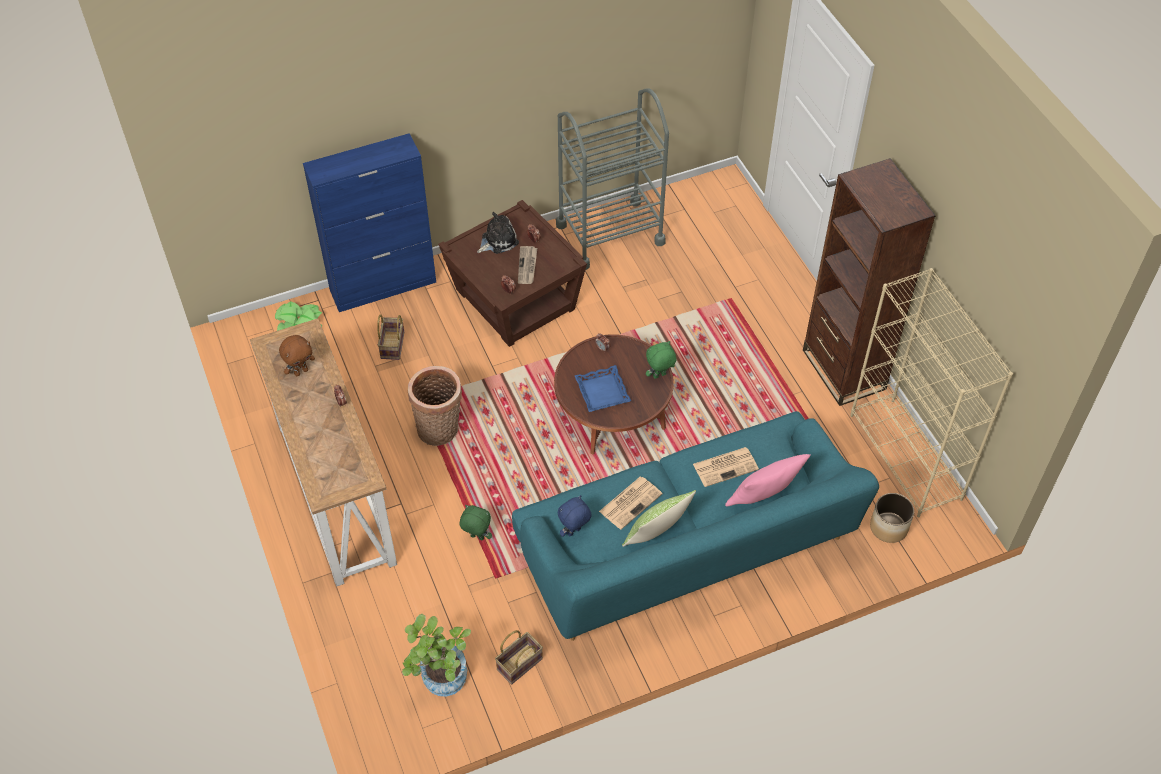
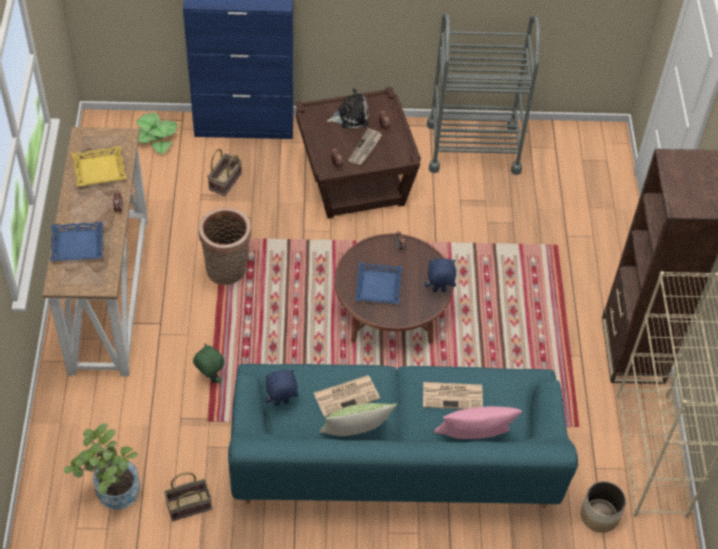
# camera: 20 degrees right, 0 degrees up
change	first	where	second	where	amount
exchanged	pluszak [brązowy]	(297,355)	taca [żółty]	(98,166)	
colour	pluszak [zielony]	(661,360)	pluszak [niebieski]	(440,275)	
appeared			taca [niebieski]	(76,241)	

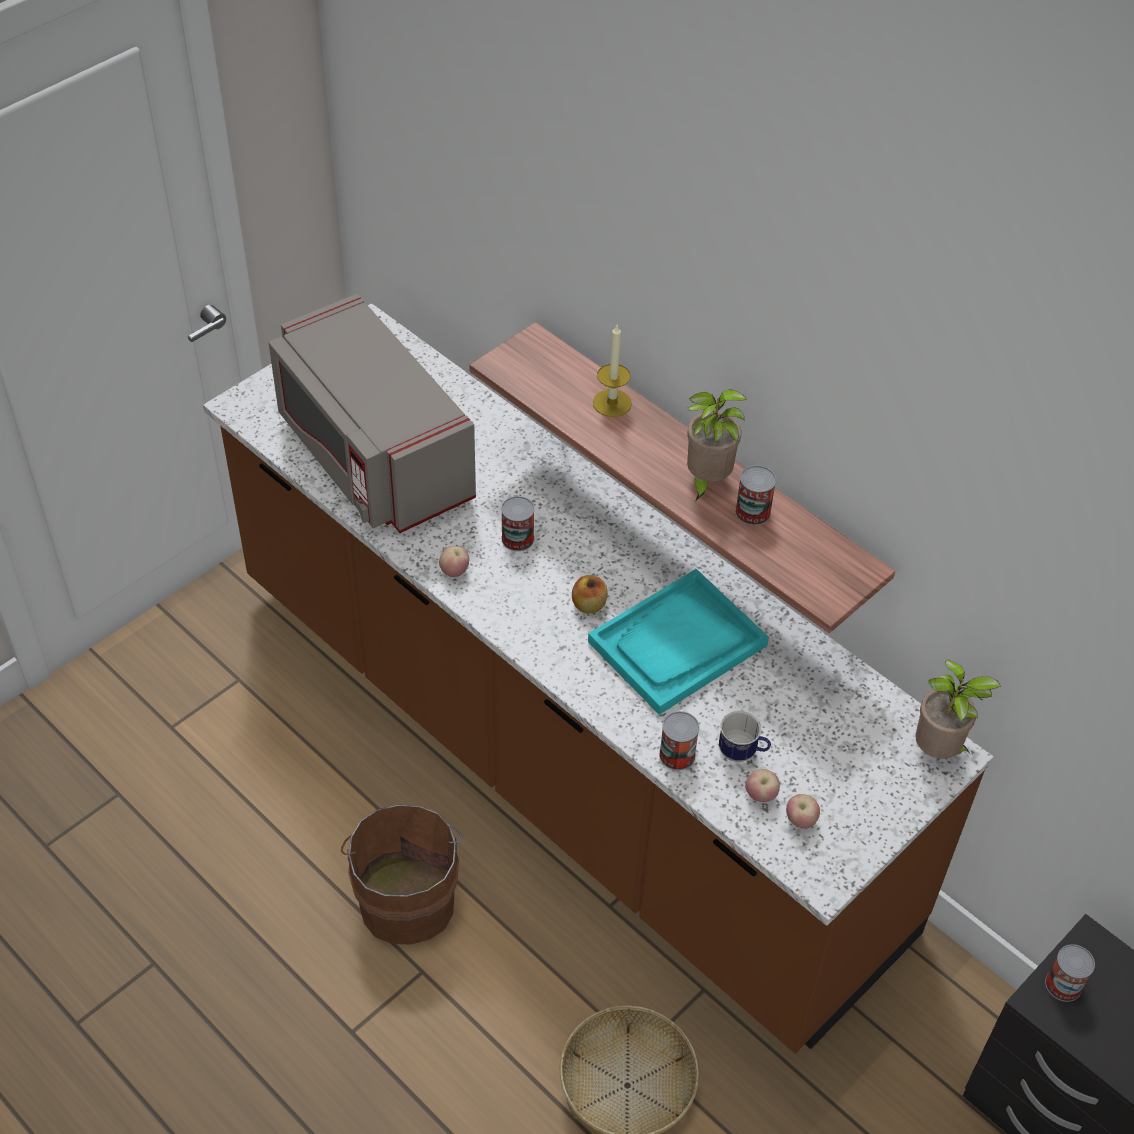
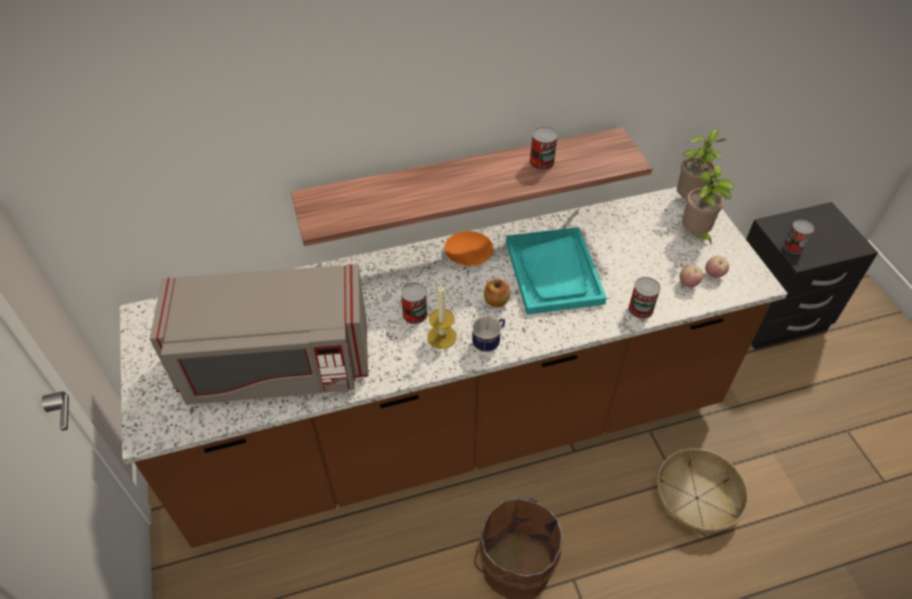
# camera: 60 degrees left, 0 degrees up
change	first	where	second	where	amount
missing	jabłko	(454,561)			
relocated	świeca	(612,371)		(442,317)	
relocated	roślina doniczkowa	(717,445)		(708,205)	
relocated	kubek	(745,736)		(488,334)	
appeared			talerz [pomarańczowy]	(468,248)	

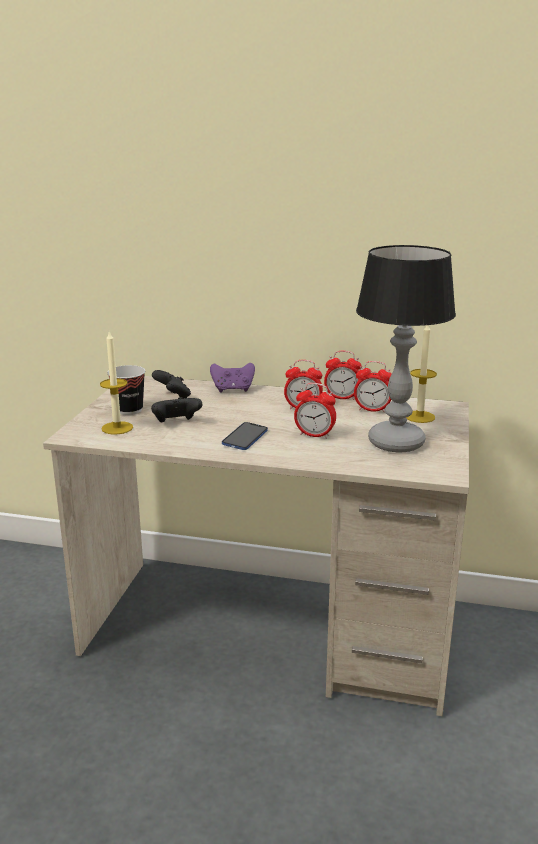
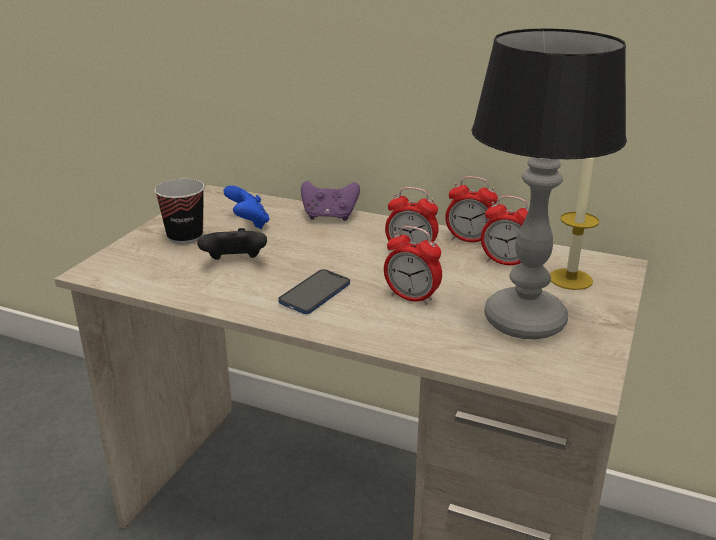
# camera: 10 degrees right, 5 degrees up
change	first	where	second	where	amount
missing	świeca	(116,383)			
colour	pad do gier [czarny]	(171,384)	pad do gier [niebieski]	(246,207)	

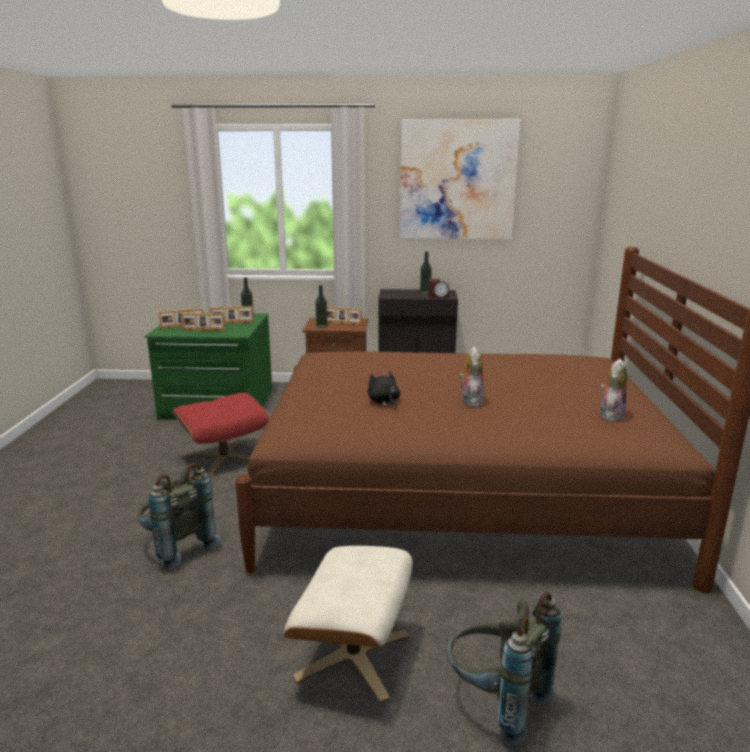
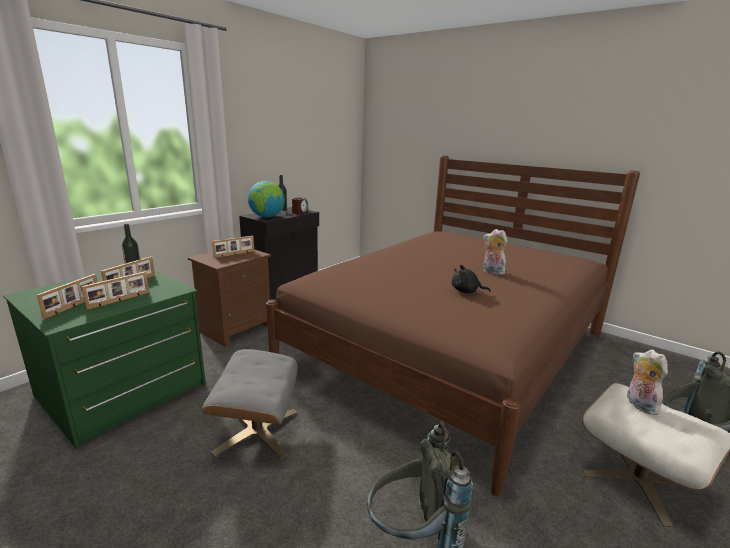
# camera: 55 degrees left, 0 degrees up
change	first	where	second	where	amount
colour	pufa [czerwony]	(220,435)	pufa [szary]	(250,404)	
missing	butelka	(321,306)			
missing	obraz	(460,179)			
relocated	pluszak	(613,390)		(647,382)	
appeared			globus	(266,199)	

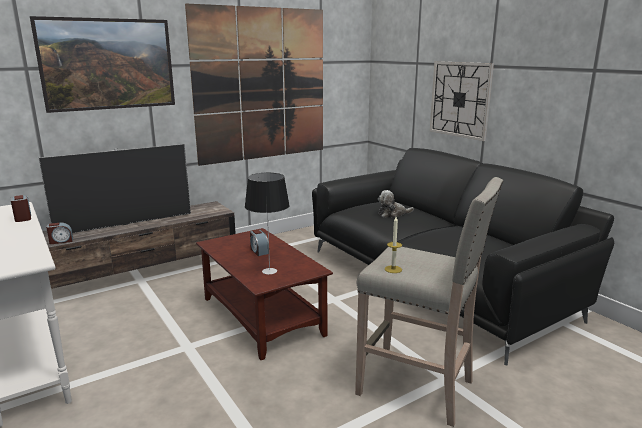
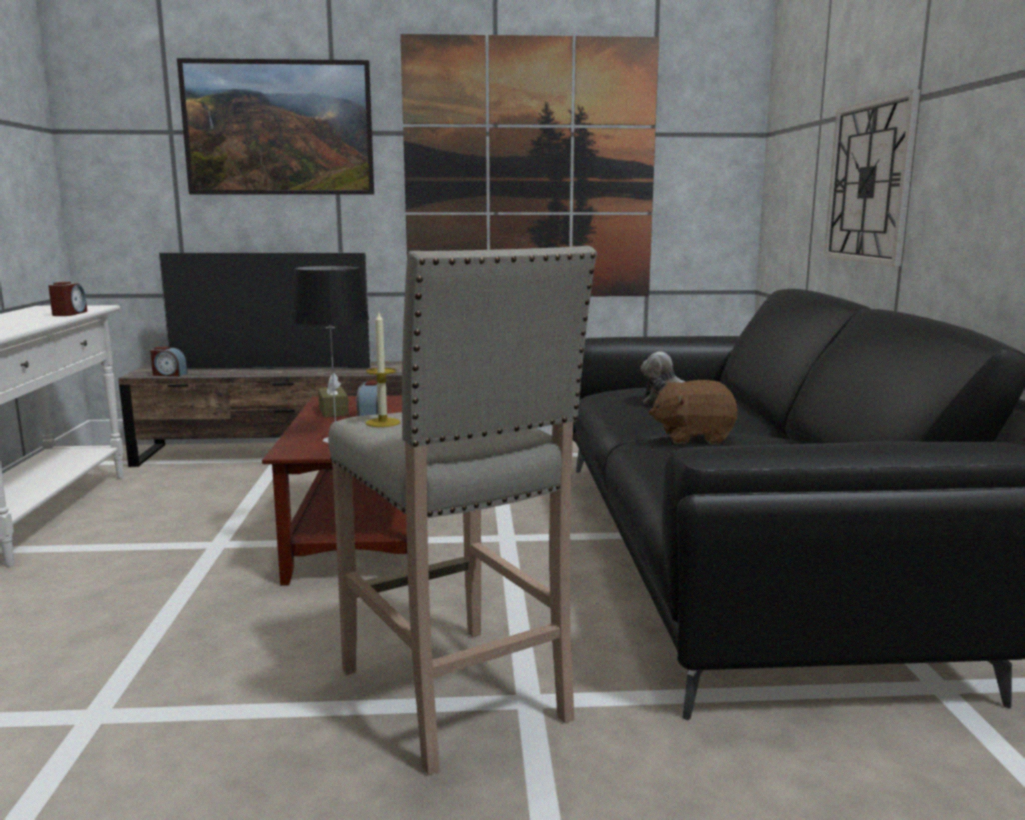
# camera: 30 degrees right, 5 degrees down
change	first	where	second	where	amount
appeared			pudełko chusteczek [brązowy]	(333,396)	
appeared			pluszak [brązowy]	(693,412)	

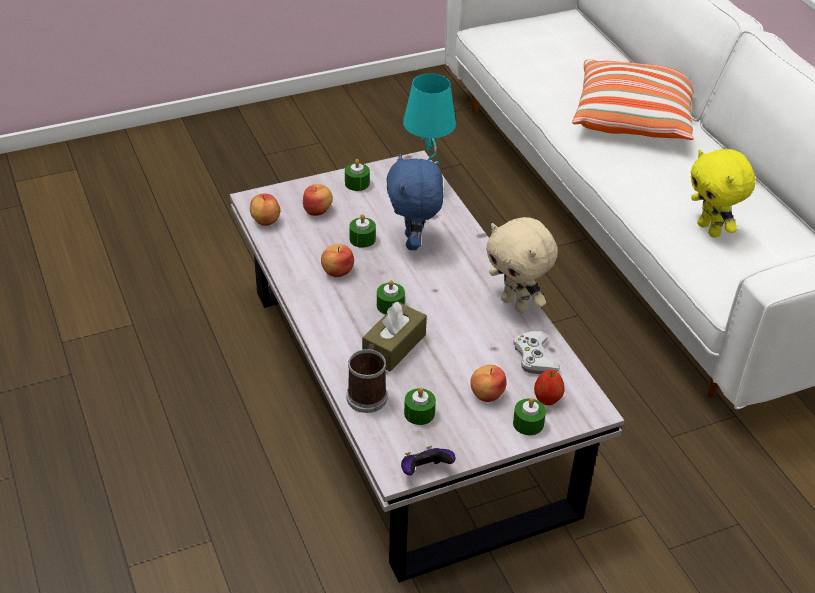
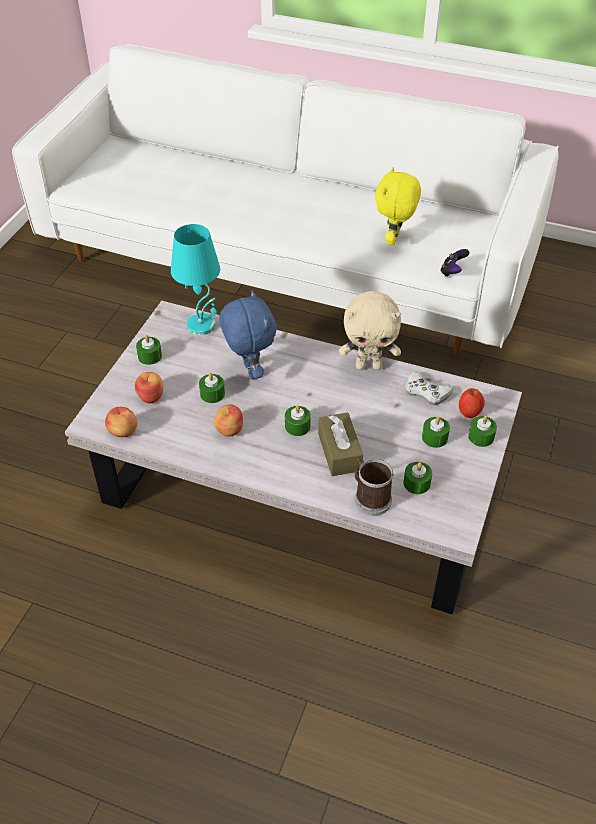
# camera: 45 degrees left, 5 degrees up
change	first	where	second	where	amount
spun	pluszak [niebieski]	(415,201)		(248,335)	150 degrees counterclockwise
relocated	pad do gier	(428,461)		(454,263)	
exchanged	jabłko	(488,383)	świeca [zielony]	(436,432)	
missing	poduszka	(633,99)			
spun	pluszak [żółty]	(723,193)		(398,206)	90 degrees clockwise

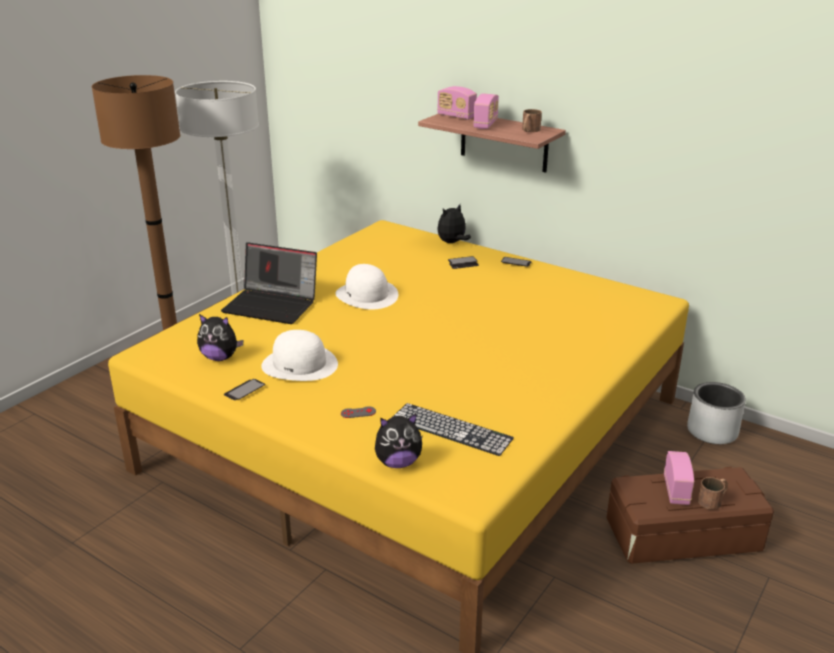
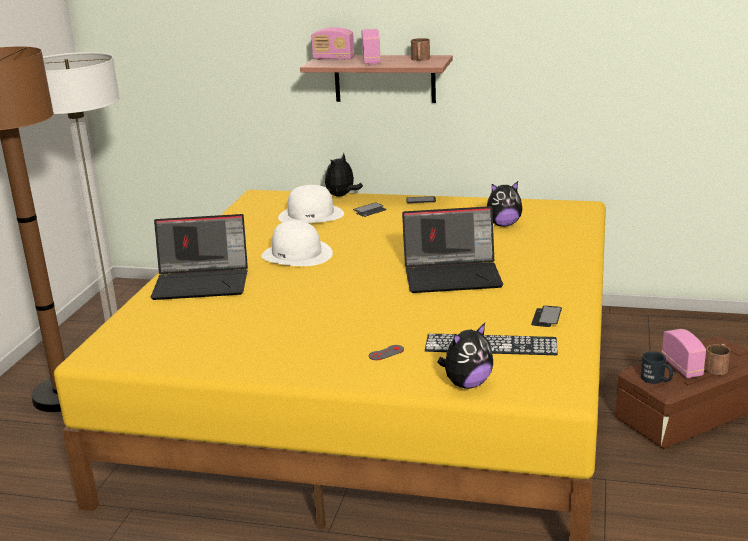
# camera: 20 degrees left, 5 degrees down
change	first	where	second	where	amount
relocated	pluszak	(220,337)		(504,204)	
relocated	telefon	(244,389)		(546,316)	
relocated	kapelusz [biały]	(299,355)		(311,204)	
missing	donica [szary]	(716,413)			
appeared			laptop	(452,249)	
appeared			kubek [czarny]	(657,367)	

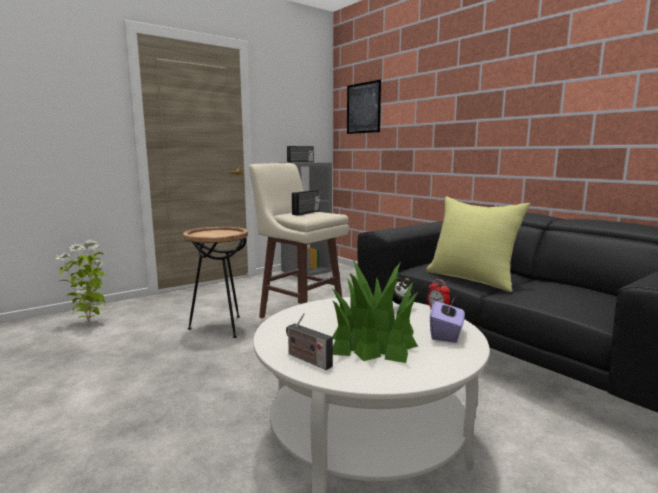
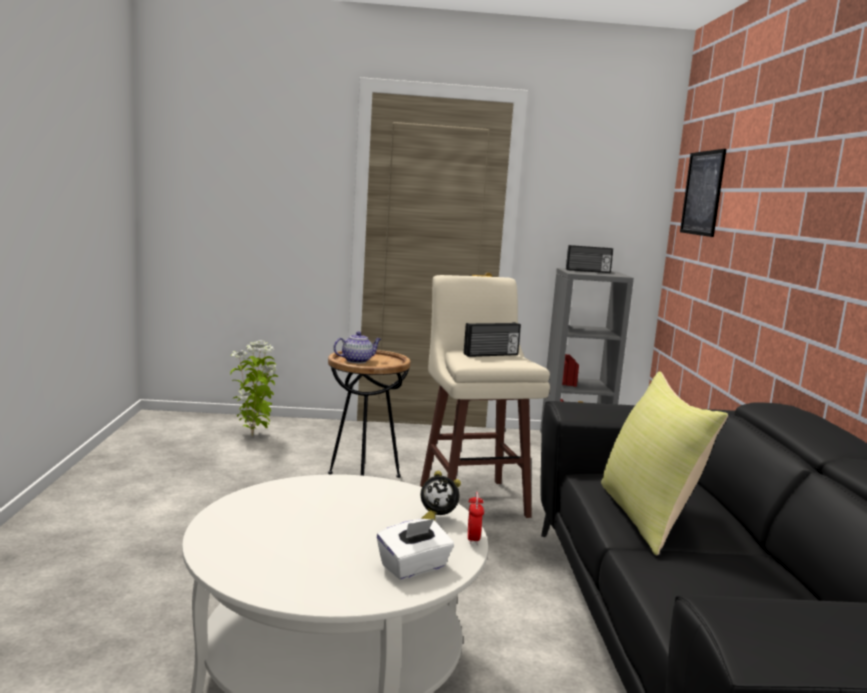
# camera: 35 degrees right, 0 degrees up
change	first	where	second	where	amount
missing	radio	(309,341)			
missing	roślina doniczkowa	(375,311)			
colour	pudełko chusteczek [fioletowy]	(447,320)	pudełko chusteczek [biały]	(415,549)	
appeared			imbryk	(357,347)	

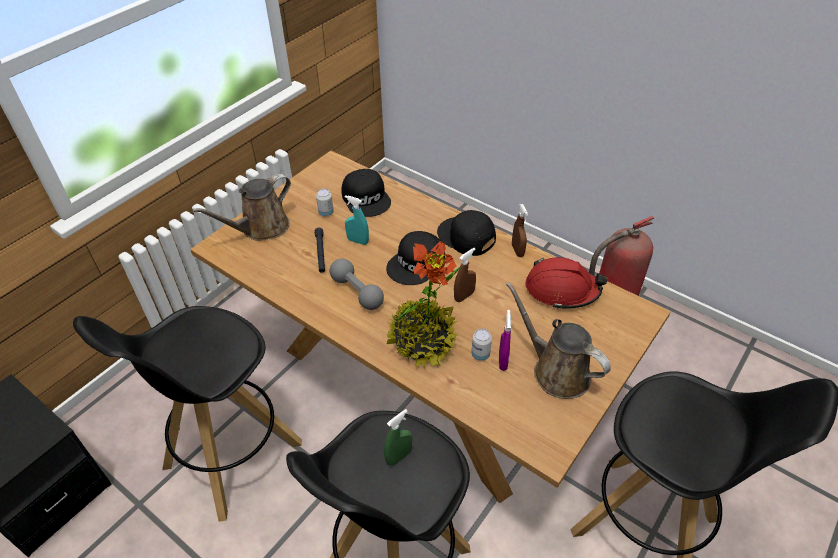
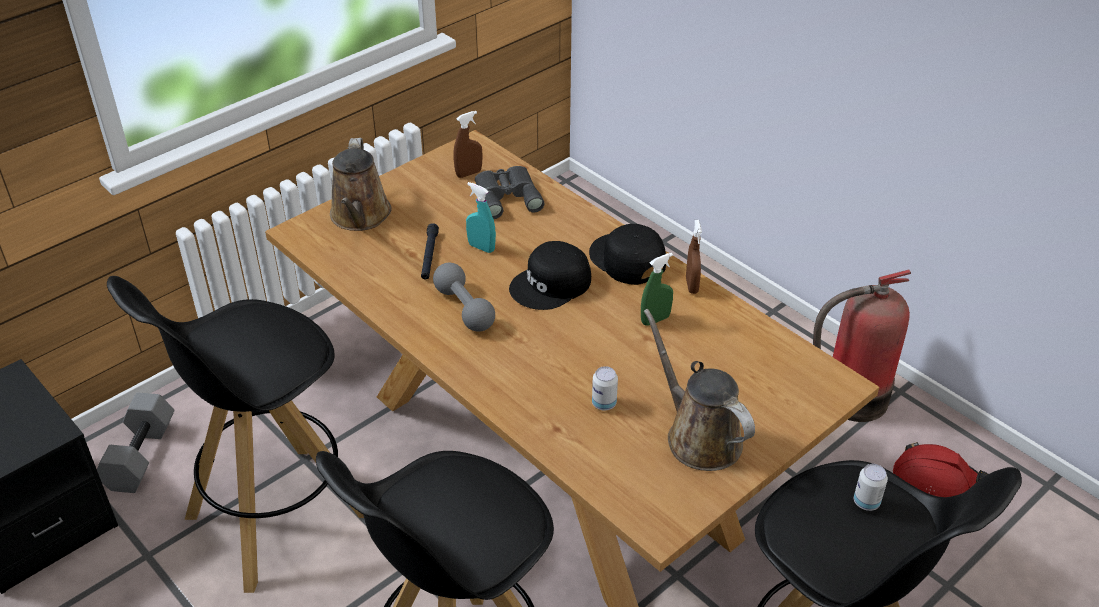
# camera: 10 degrees right, 5 degrees down
change	first	where	second	where	amount
spun	konewka [brązowy]	(241,207)		(361,184)	60 degrees counterclockwise
relocated	puszka	(325,203)		(871,487)	
exchanged	czapka z daszkiem [czarny]	(366,193)	lornetka [szary]	(510,192)	
relocated	spryskiwacz [zielony]	(398,437)		(657,289)	
missing	roślina doniczkowa	(424,304)			
relocated	spryskiwacz [brązowy]	(465,275)		(468,144)	
missing	spryskiwacz [fioletowy]	(505,340)			
relocated	kask [czerwony]	(566,283)		(940,469)	
appeared			hantel [szary]	(136,442)	

